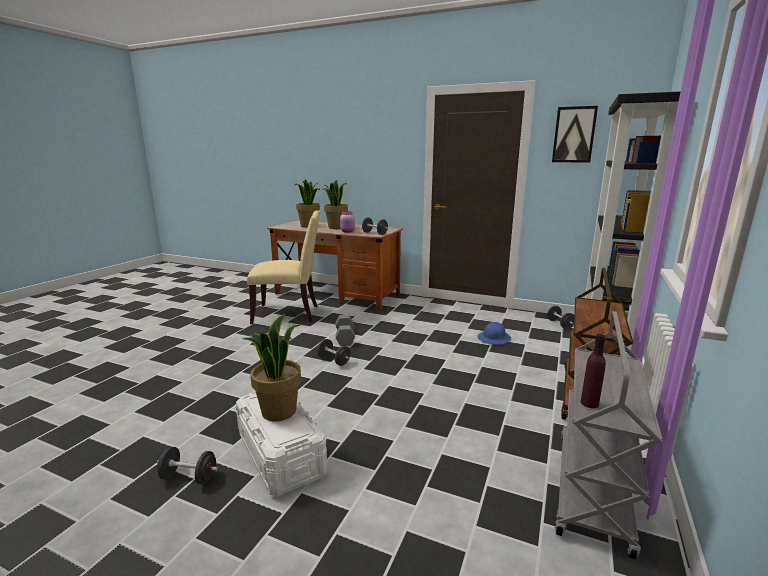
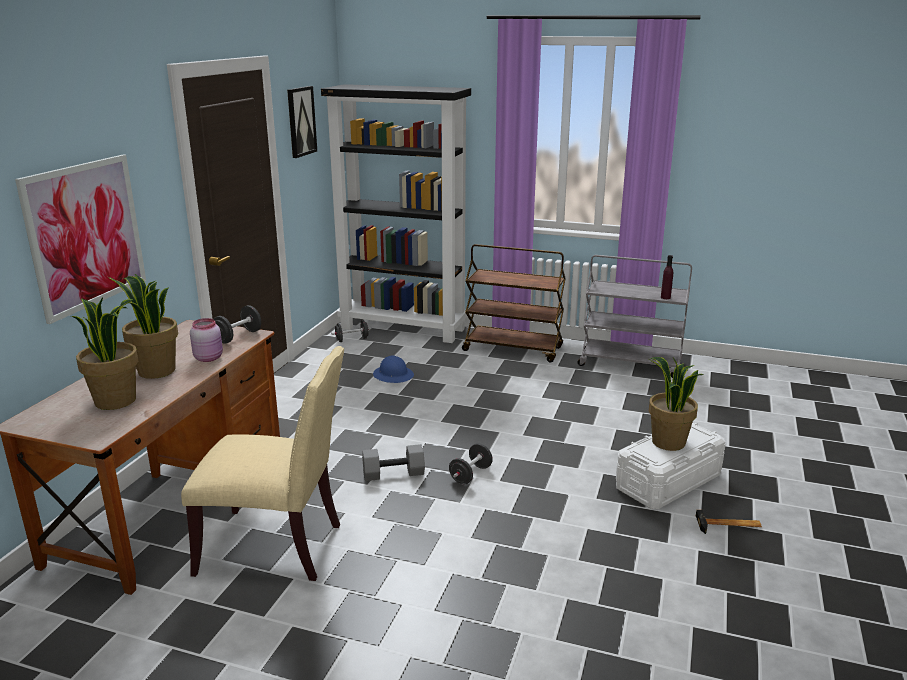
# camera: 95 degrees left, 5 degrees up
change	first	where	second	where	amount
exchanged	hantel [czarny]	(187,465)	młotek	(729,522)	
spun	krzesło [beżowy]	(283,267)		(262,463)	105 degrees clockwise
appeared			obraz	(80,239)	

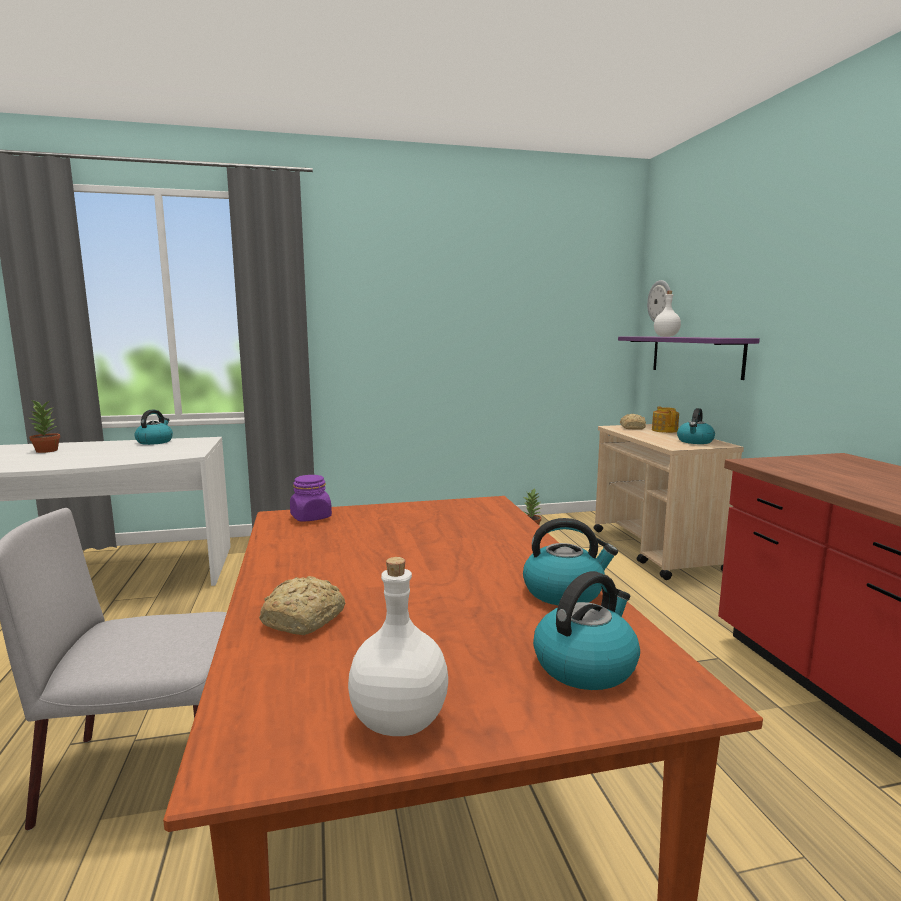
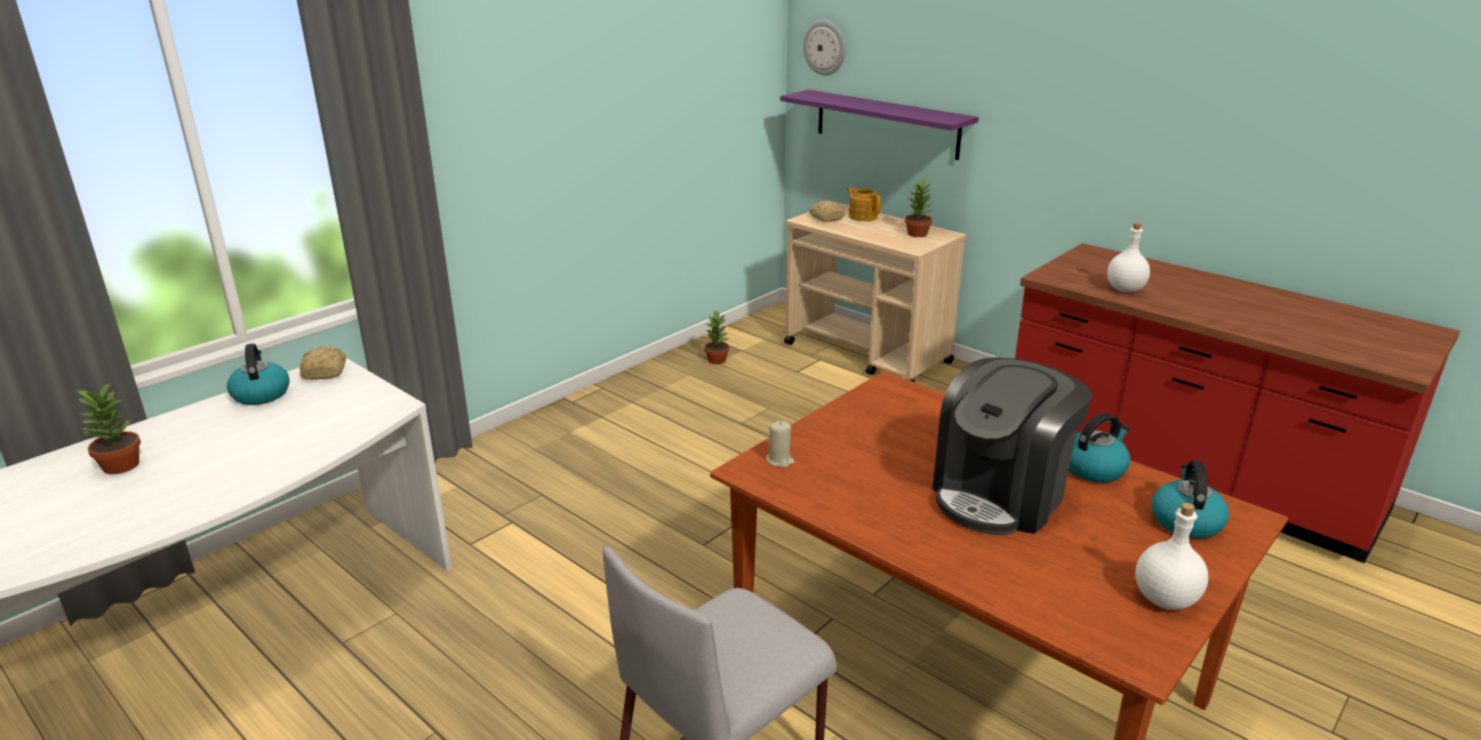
# camera: 35 degrees left, 15 degrees up
change	first	where	second	where	amount
relocated	chleb	(302,605)		(322,363)	
exchanged	słoik [fioletowy]	(311,498)	świeca [beżowy]	(780,444)	
relocated	butelka [biały]	(667,314)		(1128,257)	
exchanged	czajnik	(696,426)	roślina doniczkowa	(919,208)	
appeared			ekspres do kawy	(1012,446)	

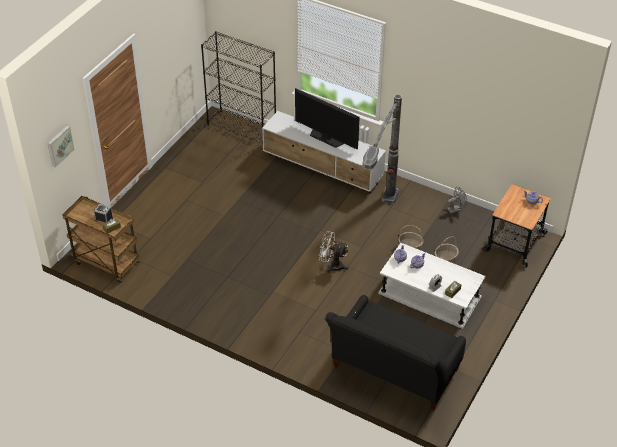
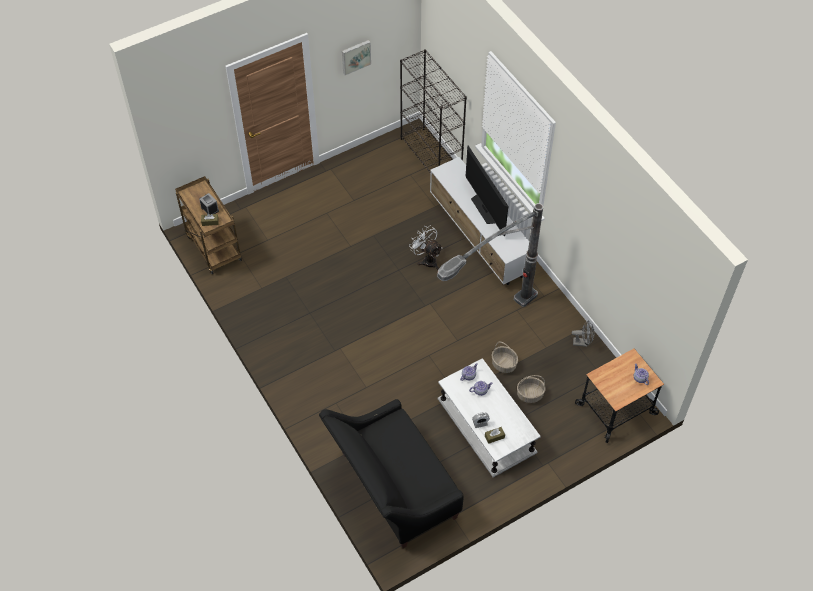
# camera: 30 degrees right, 10 degrees up
change	first	where	second	where	amount
relocated	obraz	(60,147)		(356,57)	
relocated	wentylator [biały]	(333,252)		(426,247)	

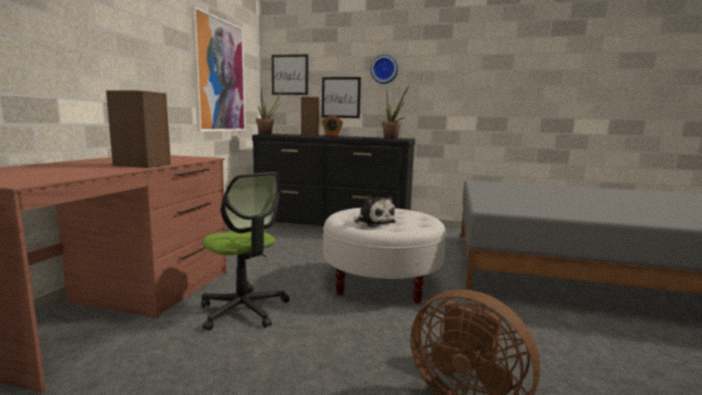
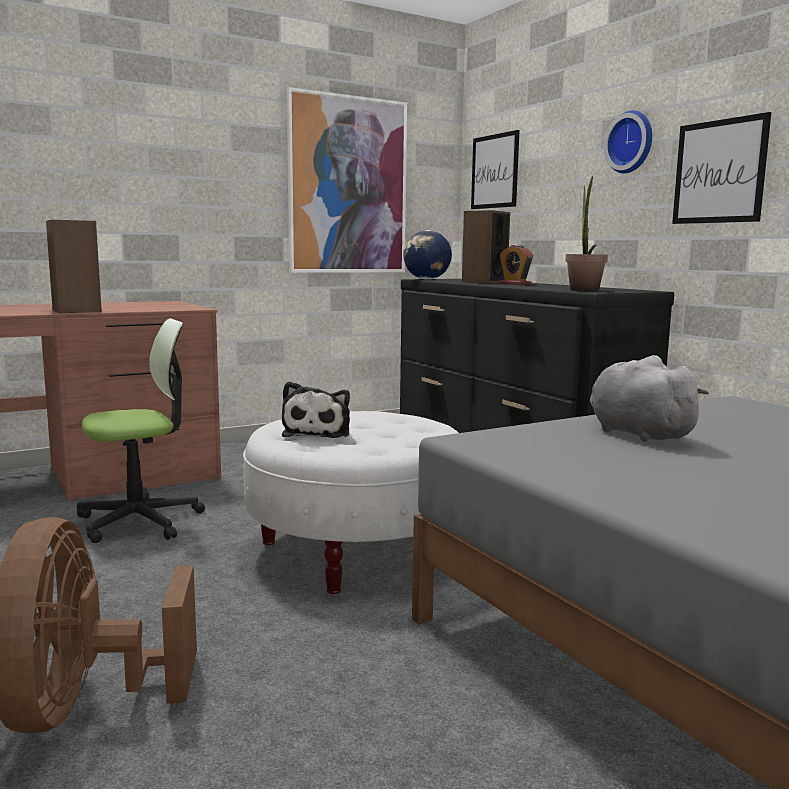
# camera: 45 degrees right, 0 degrees up
change	first	where	second	where	amount
spun	krzesło biurowe	(245,251)		(141,430)	120 degrees counterclockwise
exchanged	roślina doniczkowa	(269,112)	globus	(427,255)	
relocated	obraz	(341,97)		(721,168)	
appeared			pluszak [szary]	(649,398)	

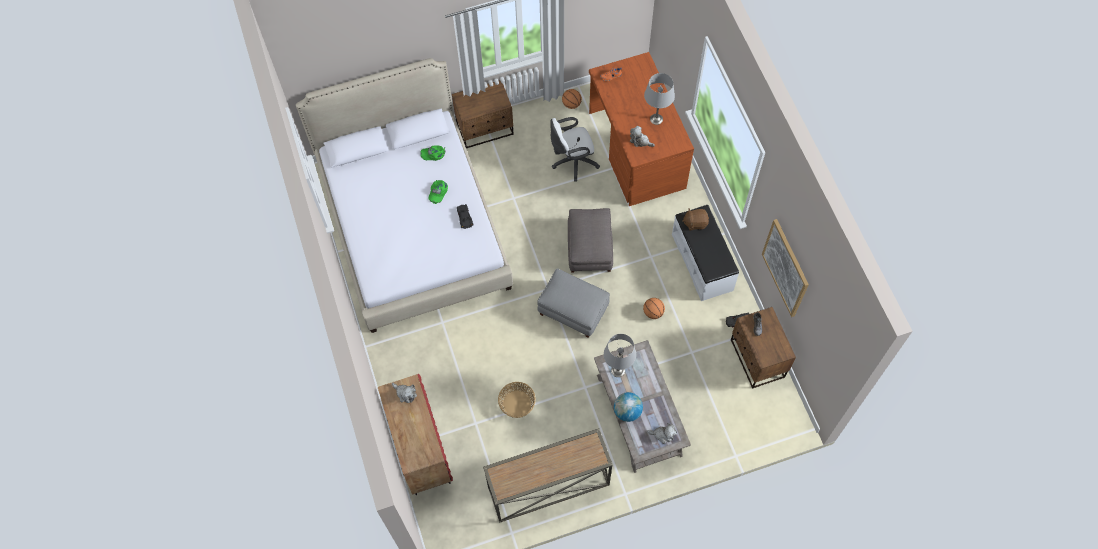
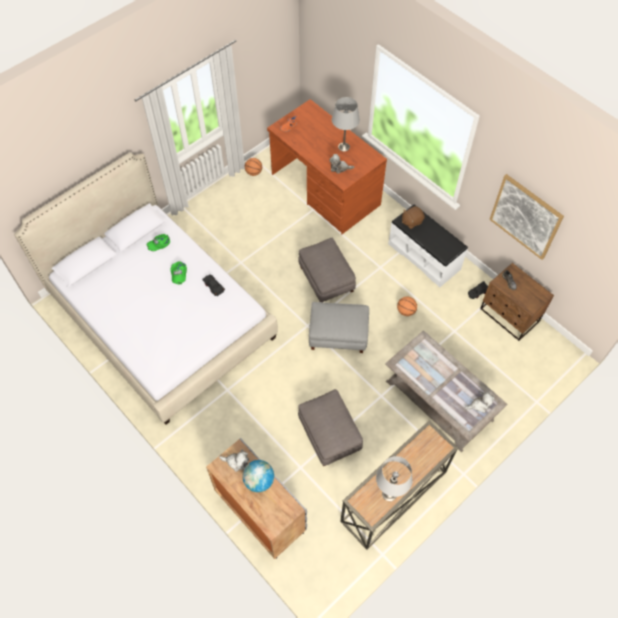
# camera: 25 degrees left, 5 degrees down
change	first	where	second	where	amount
colour	szafka [czerwony]	(415,434)	szafka [szary]	(256,498)	
missing	szafka nocna [brązowy]	(483,114)			
exchanged	koszyk	(517,400)	pufa [szary]	(330,427)	
missing	krzesło biurowe [biały]	(575,149)			
relocated	lampa stołowa [szary]	(620,355)		(394,478)	
relocated	globus	(628,407)		(258,476)	

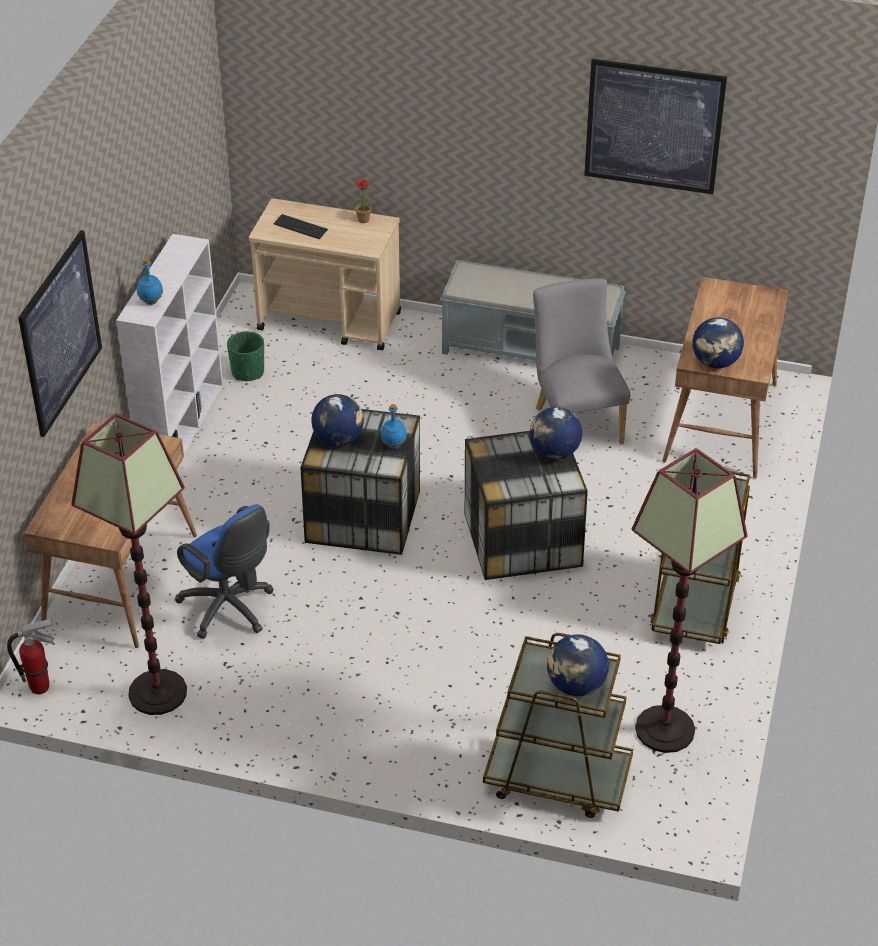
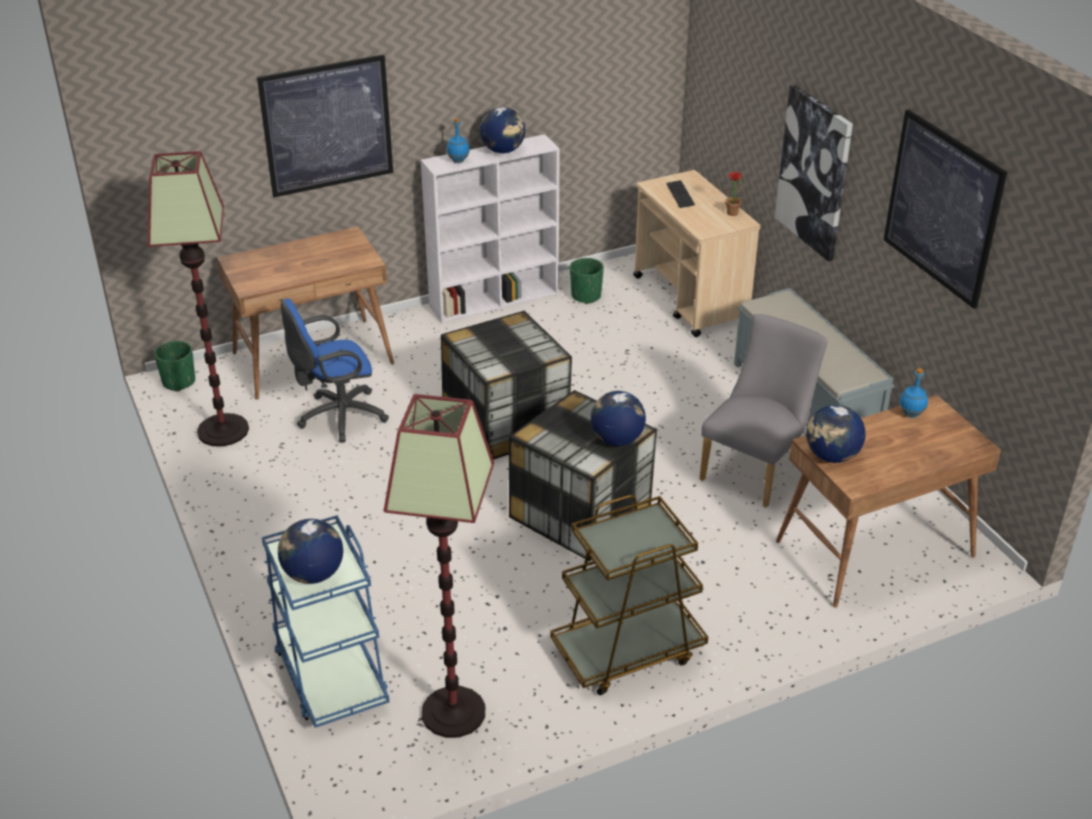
# camera: 50 degrees right, 5 degrees down
change	first	where	second	where	amount
exchanged	gaśnica	(31,656)	donica [zielony]	(174,366)	
spun	krzesło biurowe [niebieski]	(224,571)		(335,370)	60 degrees clockwise
relocated	globus	(337,420)		(502,130)	
relocated	butelka [niebieski]	(394,426)		(913,393)	
colour	wózek [brązowy]	(558,725)	wózek [niebieski]	(325,621)	
appeared			obraz	(814,172)	

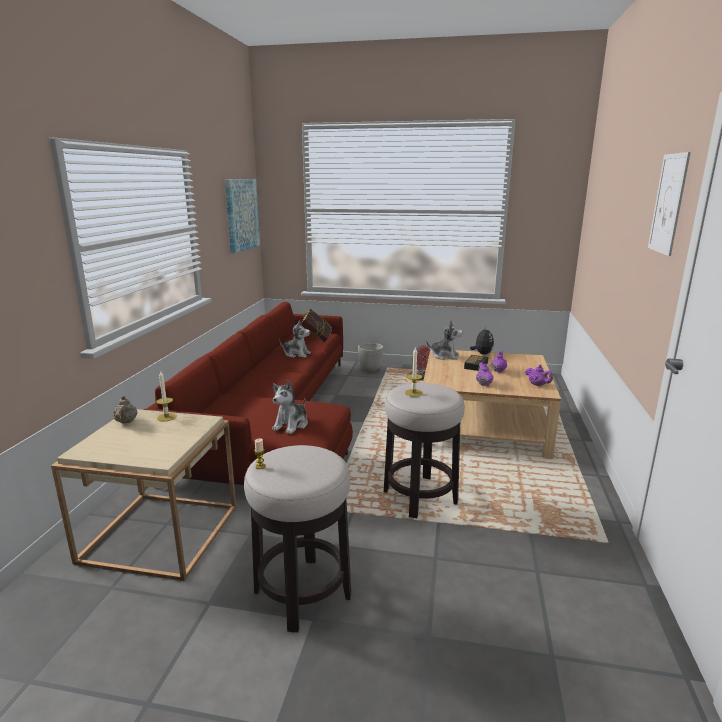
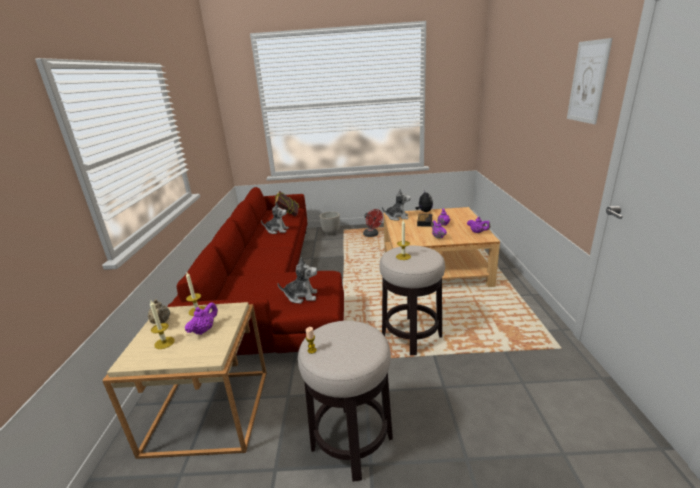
# camera: 10 degrees left, 5 degrees up
change	first	where	second	where	amount
missing	obraz	(242,216)			
spun	pluszak	(290,407)		(297,280)	105 degrees counterclockwise
appeared			świeca	(162,325)	
appeared			imbryk [fioletowy]	(201,318)	

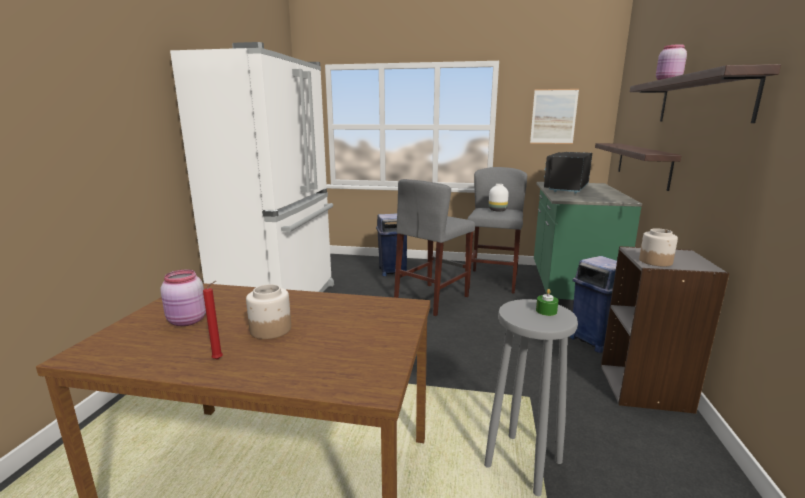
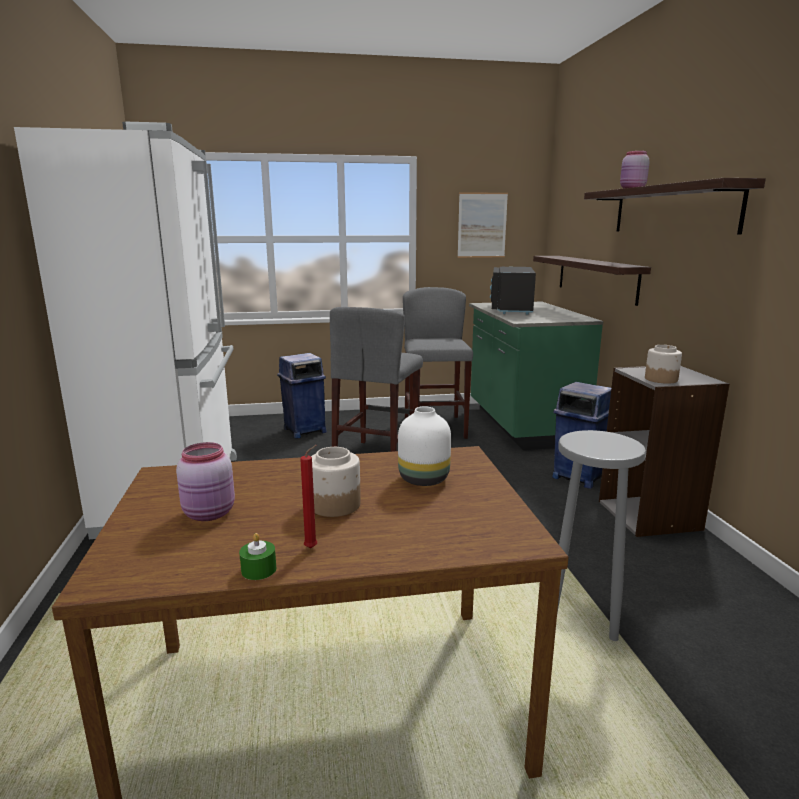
# camera: 20 degrees left, 0 degrees up
change	first	where	second	where	amount
relocated	wazon [biały]	(499,197)		(424,446)	
relocated	świeca [zielony]	(547,302)		(257,556)	

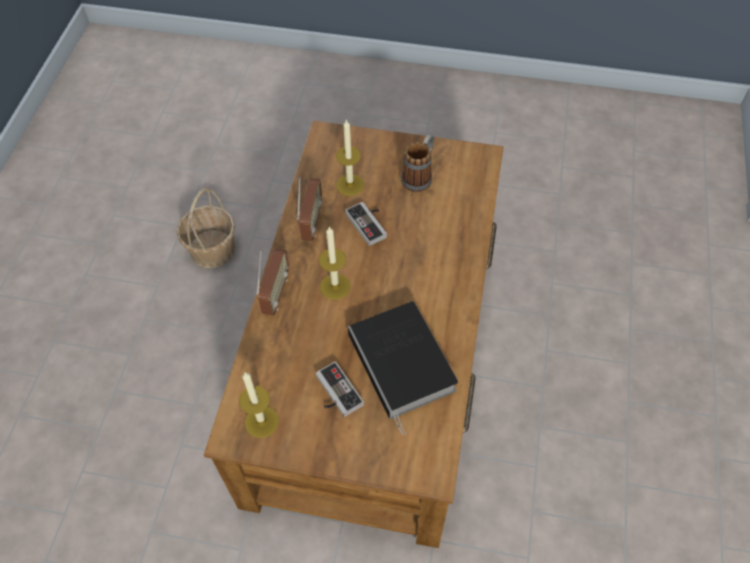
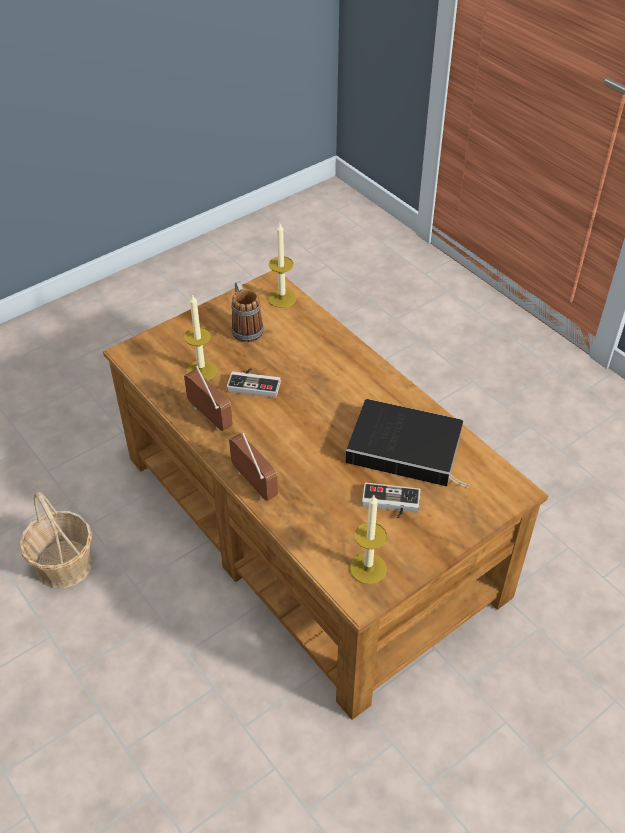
# camera: 50 degrees left, 10 degrees down
change	first	where	second	where	amount
relocated	świeca	(335,263)		(282,265)	

